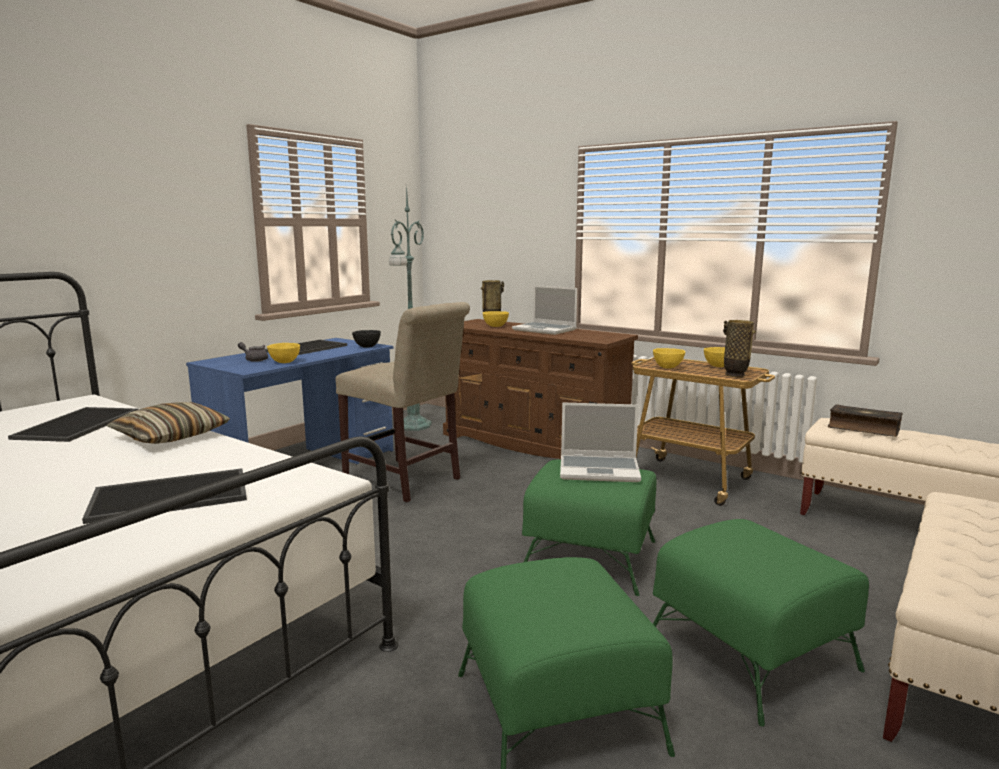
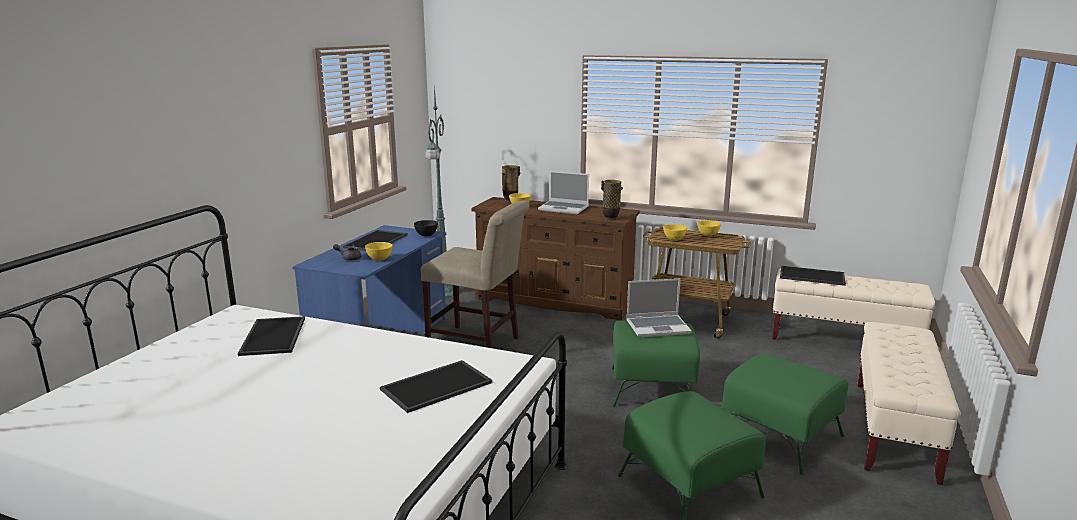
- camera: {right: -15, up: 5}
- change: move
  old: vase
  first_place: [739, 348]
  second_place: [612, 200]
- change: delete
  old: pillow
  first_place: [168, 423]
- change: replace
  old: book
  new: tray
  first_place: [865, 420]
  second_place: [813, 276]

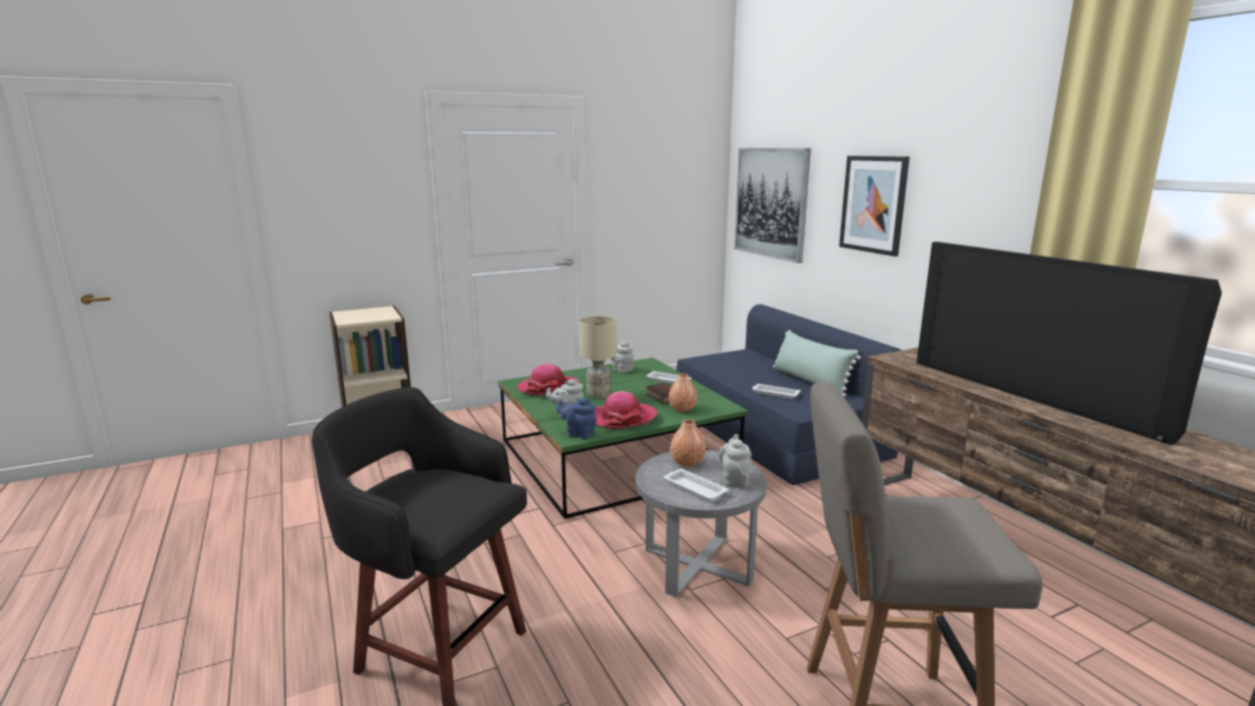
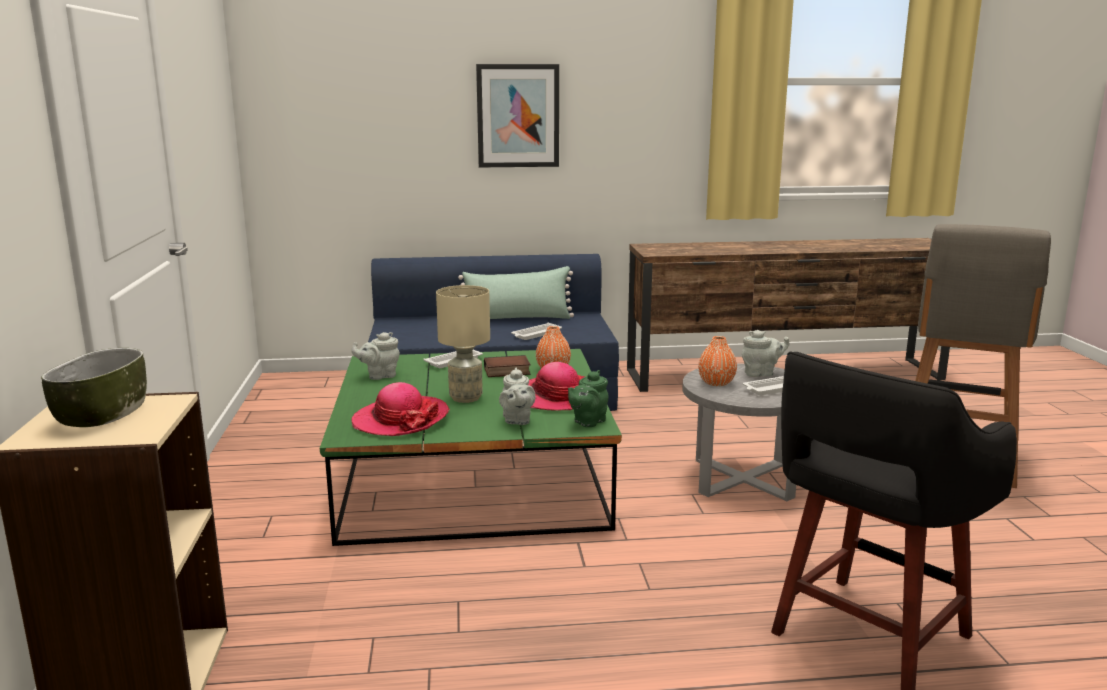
- camera: {right: -70, up: 0}
- change: delete
  old: picture
  first_place: [772, 205]
- change: delete
  old: television
  first_place: [1069, 343]
- change: recolor
  old: teapot/blue
  new: teapot/green
  first_place: [576, 418]
  second_place: [588, 398]
- change: rotate
  old: teapot/grey
  first_place: [735, 460]
  second_place: [765, 353]
  degrees: 150
- change: insert
  new: bowl
  second_place: [94, 387]

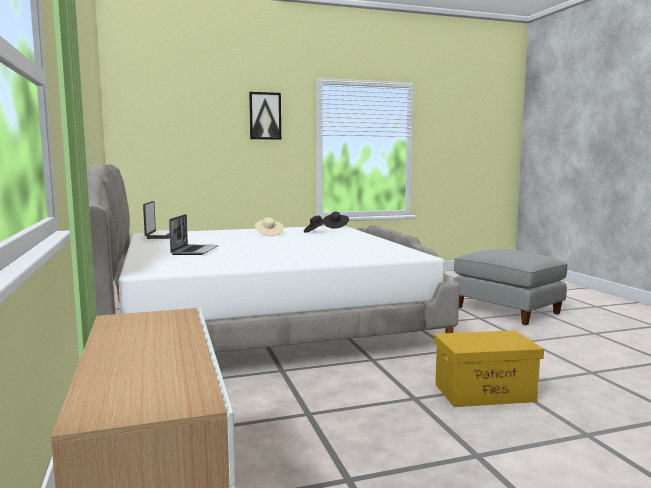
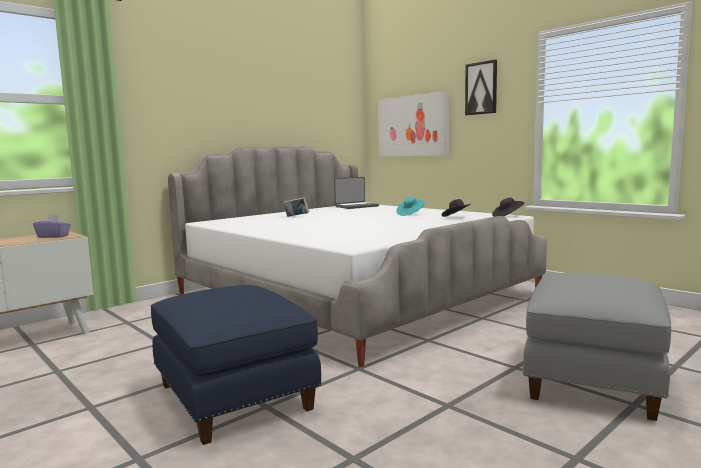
- camera: {right: 65, up: 0}
- change: replace
  old: laptop
  new: book
  first_place: [194, 234]
  second_place: [296, 207]
- change: recolor
  old: hat/beige
  new: hat/turquoise
  first_place: [269, 226]
  second_place: [410, 206]
- change: replace
  old: storage box/yellow
  new: ottoman/blue
  first_place: [489, 368]
  second_place: [236, 365]
- change: insert
  new: picture
  second_place: [413, 124]
- change: insert
  new: tissue box/purple
  second_place: [52, 226]

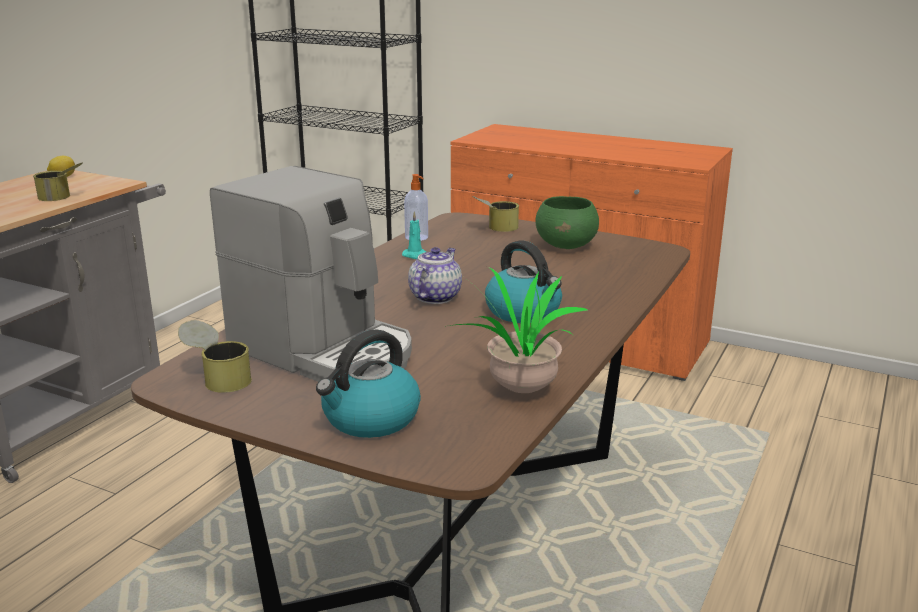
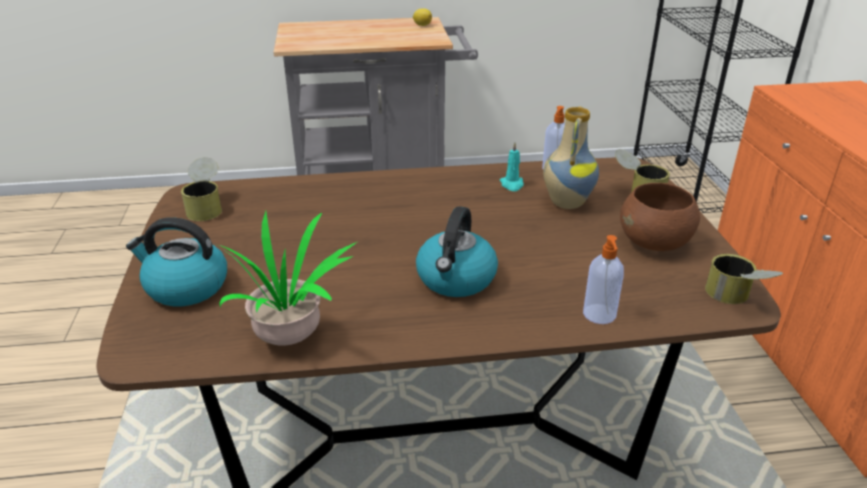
- camera: {right: 55, up: 10}
- change: move
  old: can
  first_place: [57, 182]
  second_place: [744, 279]
- change: delete
  old: coffee machine
  first_place: [311, 274]
- change: recolor
  old: bowl/green
  new: bowl/brown
  first_place: [567, 222]
  second_place: [660, 217]
- change: delete
  old: teapot
  first_place: [435, 275]
- change: insert
  new: vase
  second_place: [571, 157]
- change: insert
  new: soap dispenser
  second_place: [603, 279]

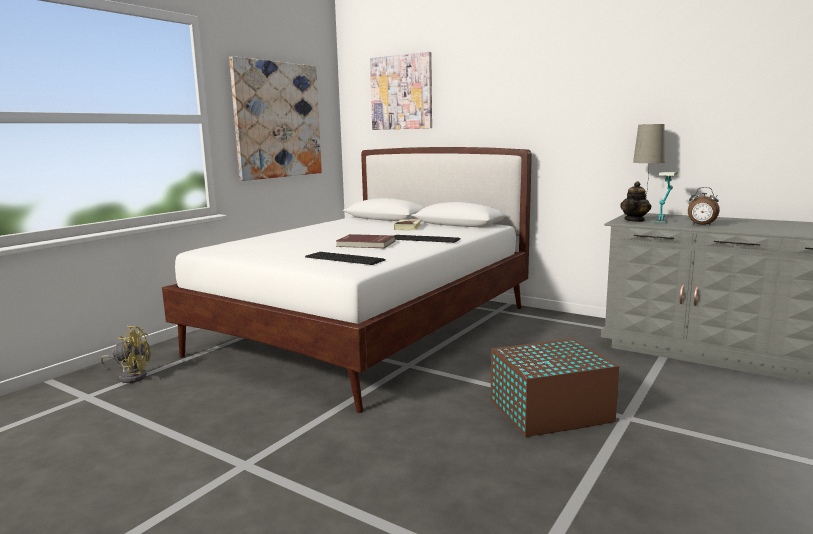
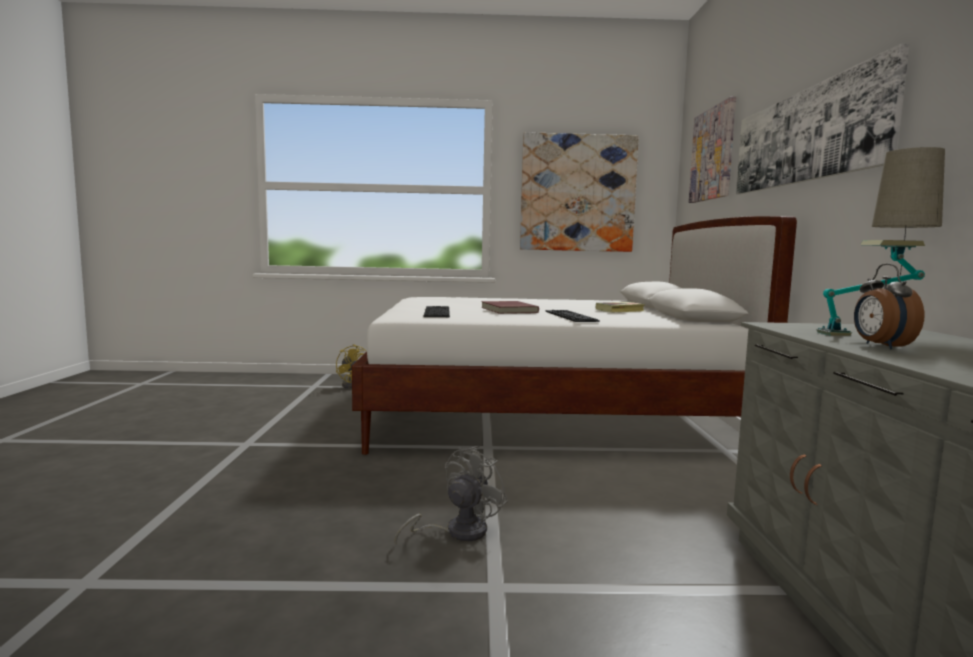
- camera: {right: 55, up: -5}
- change: delete
  old: teapot
  first_place: [635, 201]
- change: replace
  old: storage box/brown
  new: fan/grey
  first_place: [555, 387]
  second_place: [451, 495]
- change: insert
  new: picture
  second_place: [823, 119]

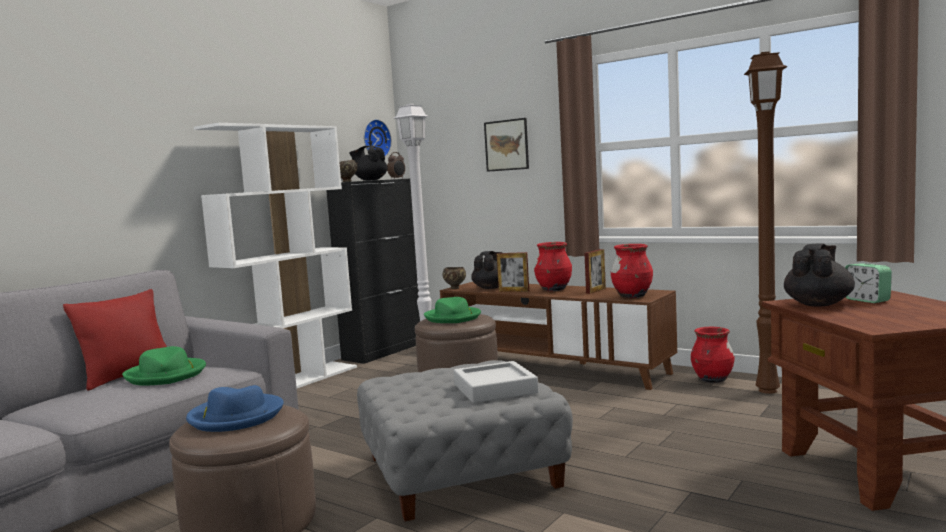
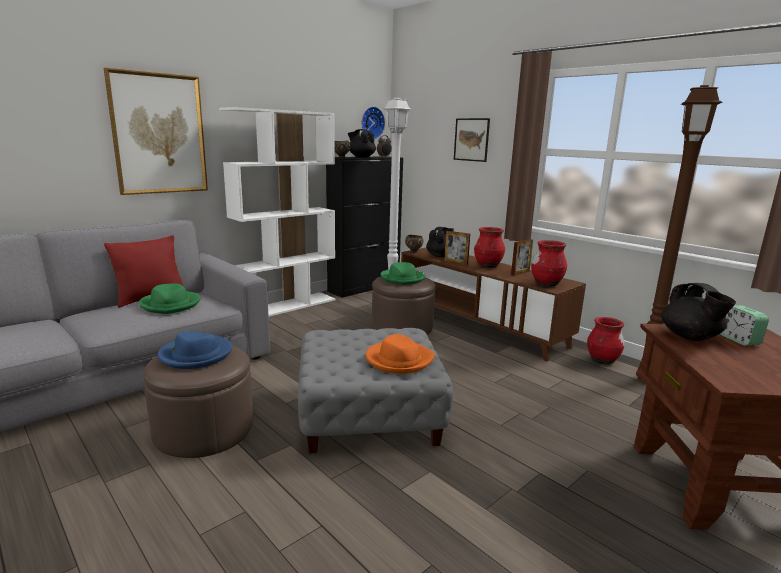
- camera: {right: 10, up: 10}
- change: rotate
  old: teapot/black
  first_place: [819, 275]
  second_place: [698, 312]
  degrees: 120
- change: replace
  old: tray/grey
  new: hat/orange
  first_place: [495, 382]
  second_place: [400, 354]
- change: insert
  new: picture
  second_place: [156, 131]

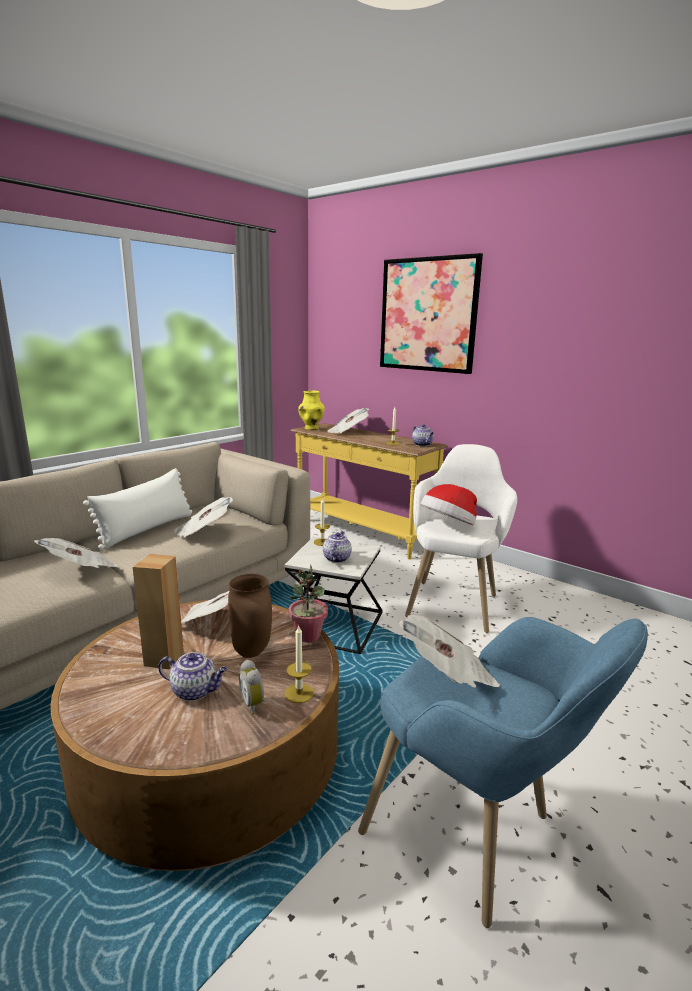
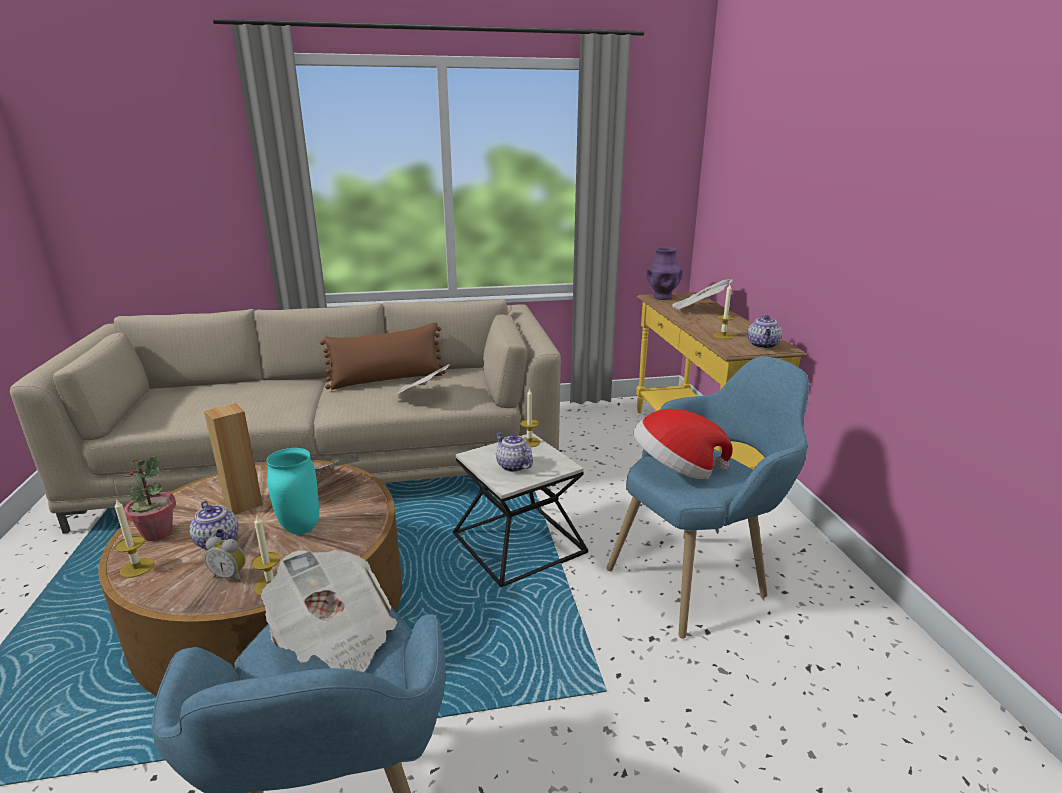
- camera: {right: 40, up: 5}
- change: delete
  old: picture
  first_place: [431, 313]
- change: recolor
  old: vase/yellow
  new: vase/purple
  first_place: [311, 410]
  second_place: [665, 273]
- change: recolor
  old: armchair/white
  new: armchair/blue
  first_place: [461, 538]
  second_place: [707, 497]
- change: recolor
  old: pillow/white
  new: pillow/brown
  first_place: [137, 508]
  second_place: [383, 356]
- change: rotate
  old: teapot
  first_place: [337, 547]
  second_place: [514, 452]
  degrees: -90
- change: delete
  old: newspaper
  first_place: [76, 553]
- change: move
  old: potted plant
  first_place: [308, 603]
  second_place: [150, 498]
- change: recolor
  old: vase/brown
  new: vase/turquoise
  first_place: [250, 616]
  second_place: [293, 491]
- change: rotate
  old: alarm clock
  first_place: [251, 687]
  second_place: [225, 559]
  degrees: -90
- change: insert
  new: candle
  second_place: [134, 538]

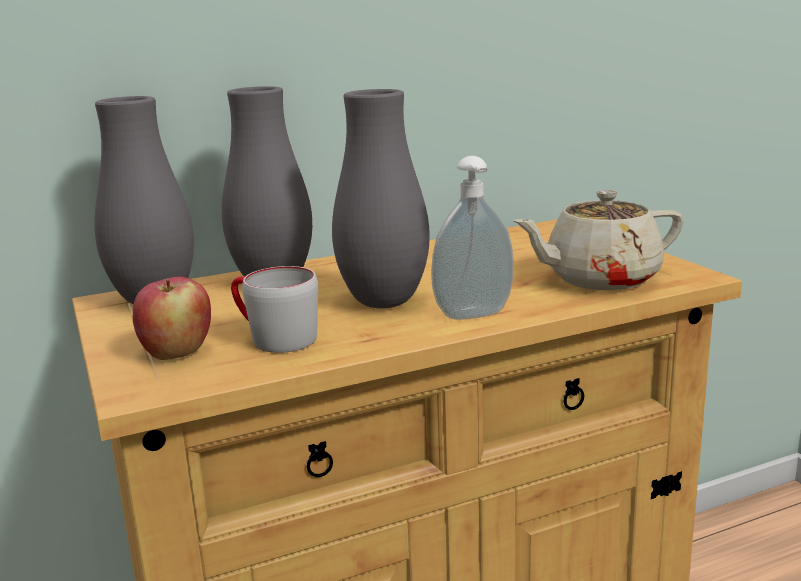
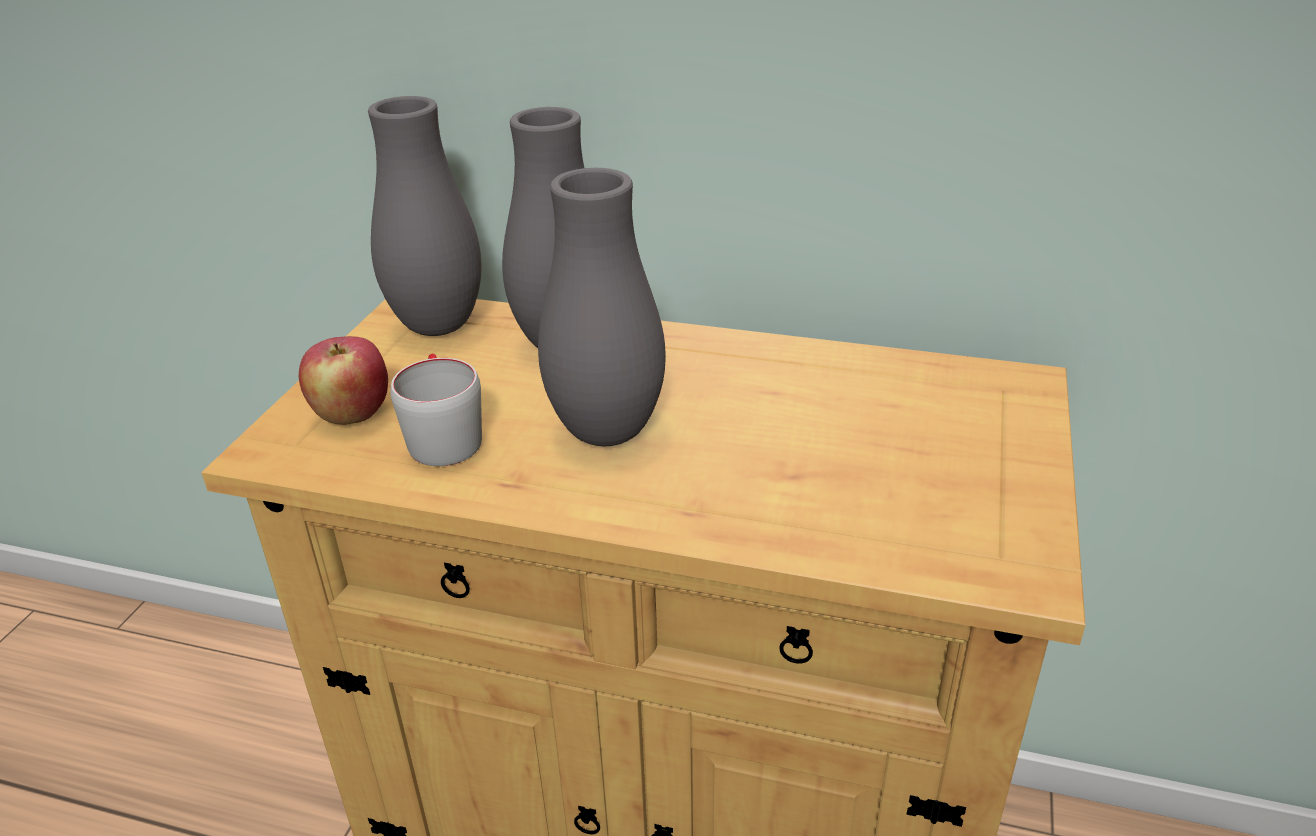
- camera: {right: 40, up: 15}
- change: delete
  old: soap dispenser
  first_place: [472, 238]
- change: delete
  old: teapot/beige
  first_place: [598, 240]

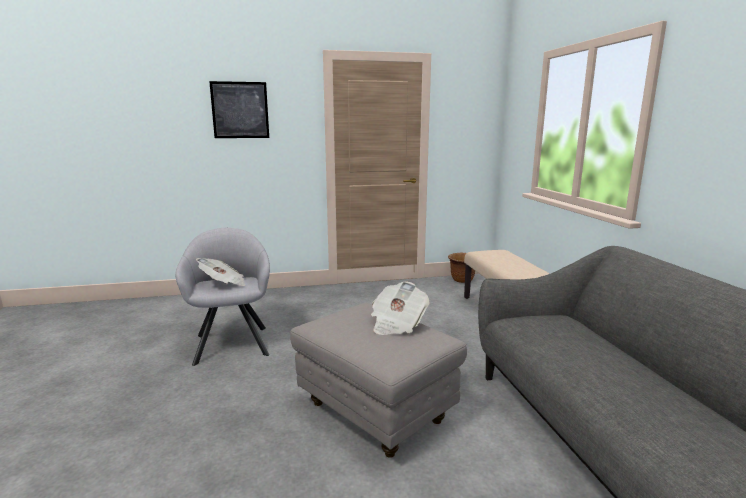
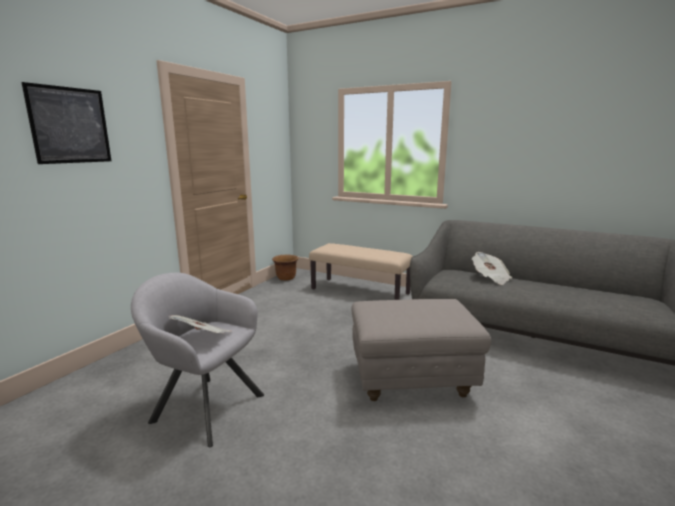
- camera: {right: -50, up: 0}
- change: move
  old: newspaper
  first_place: [400, 308]
  second_place: [492, 268]

